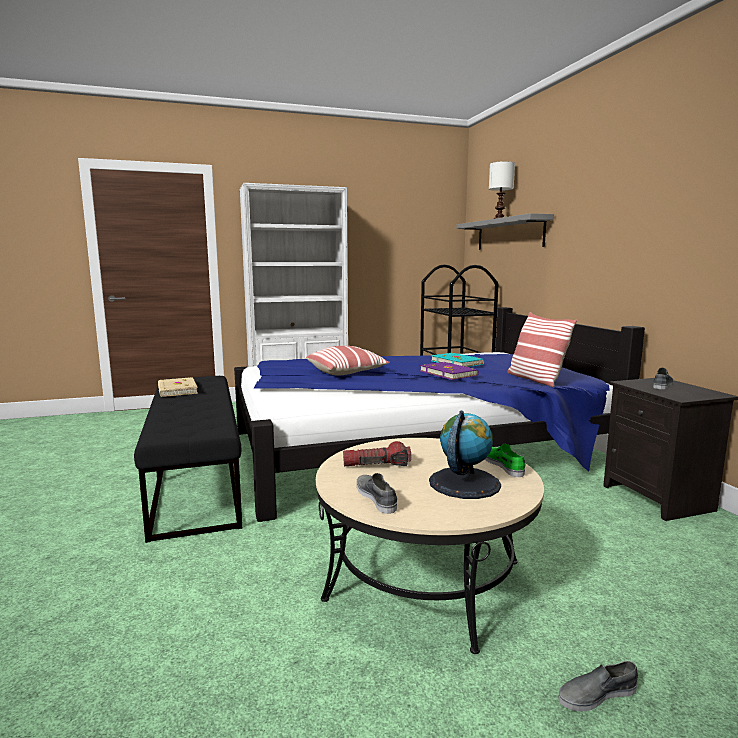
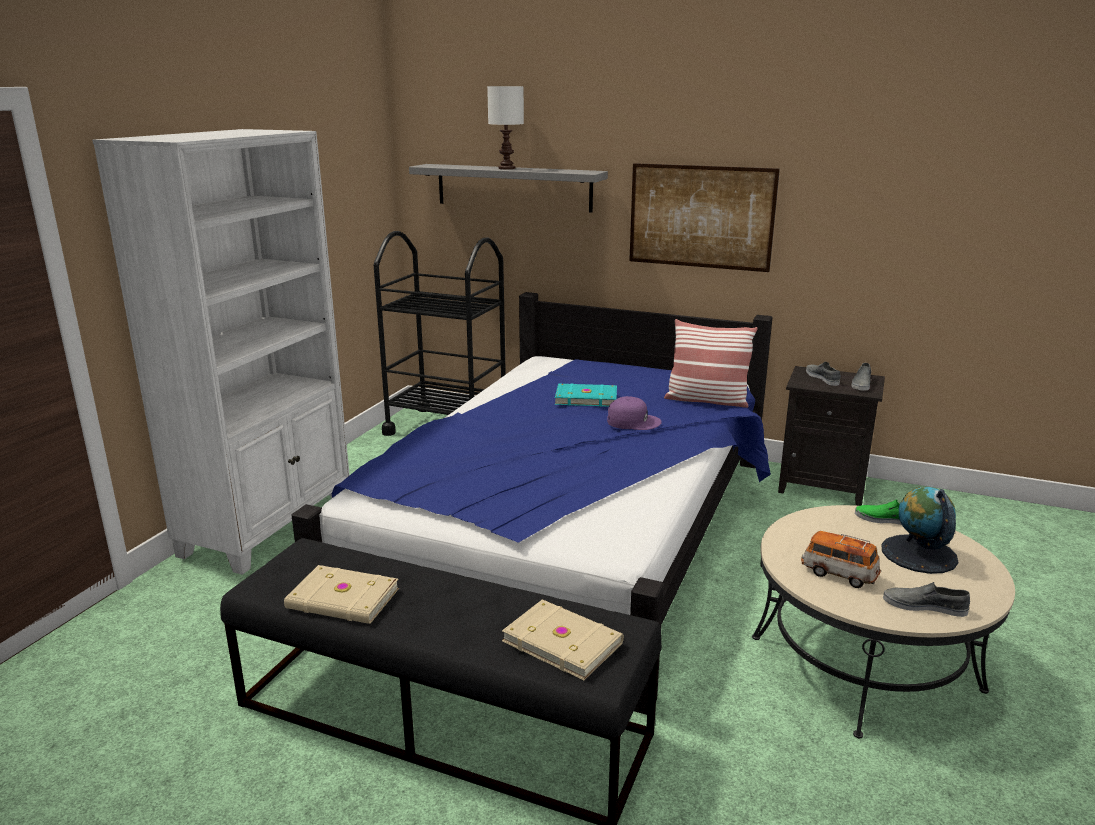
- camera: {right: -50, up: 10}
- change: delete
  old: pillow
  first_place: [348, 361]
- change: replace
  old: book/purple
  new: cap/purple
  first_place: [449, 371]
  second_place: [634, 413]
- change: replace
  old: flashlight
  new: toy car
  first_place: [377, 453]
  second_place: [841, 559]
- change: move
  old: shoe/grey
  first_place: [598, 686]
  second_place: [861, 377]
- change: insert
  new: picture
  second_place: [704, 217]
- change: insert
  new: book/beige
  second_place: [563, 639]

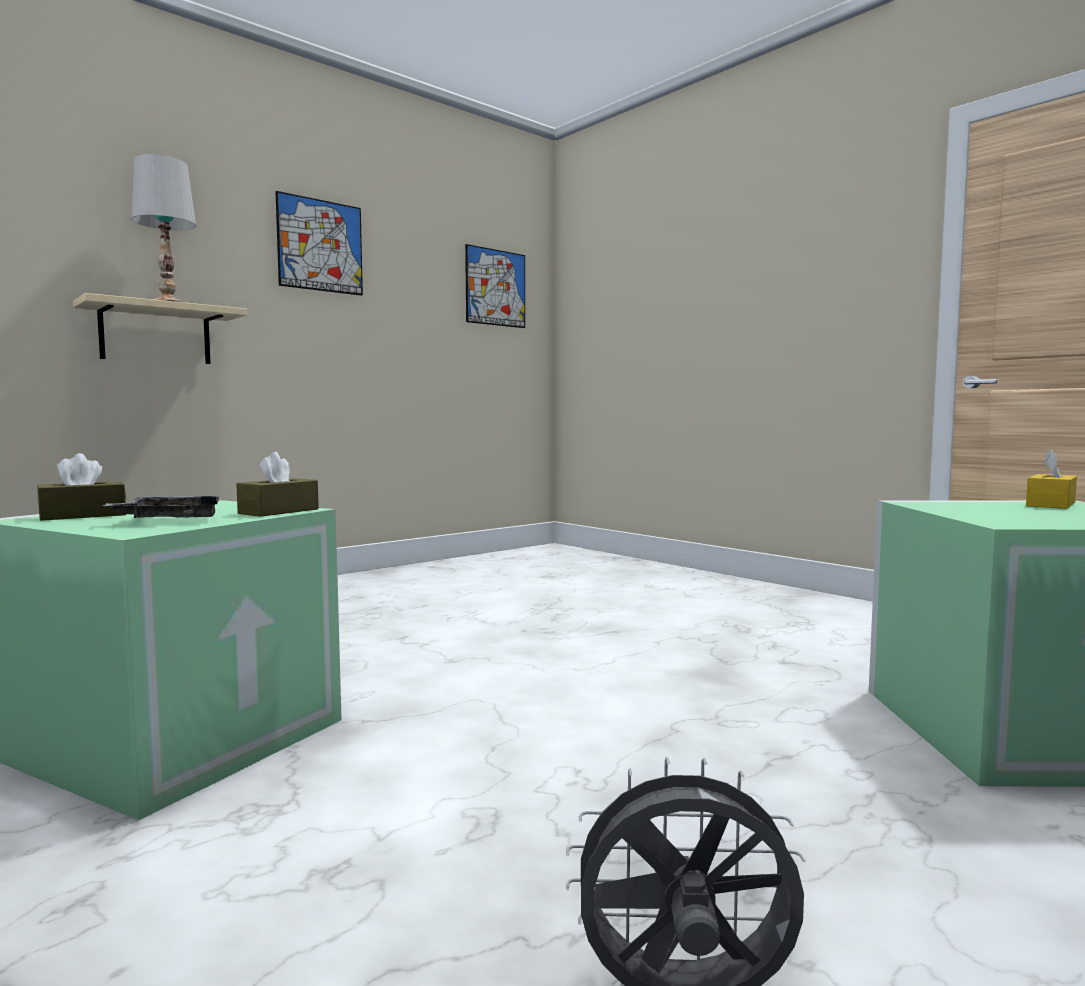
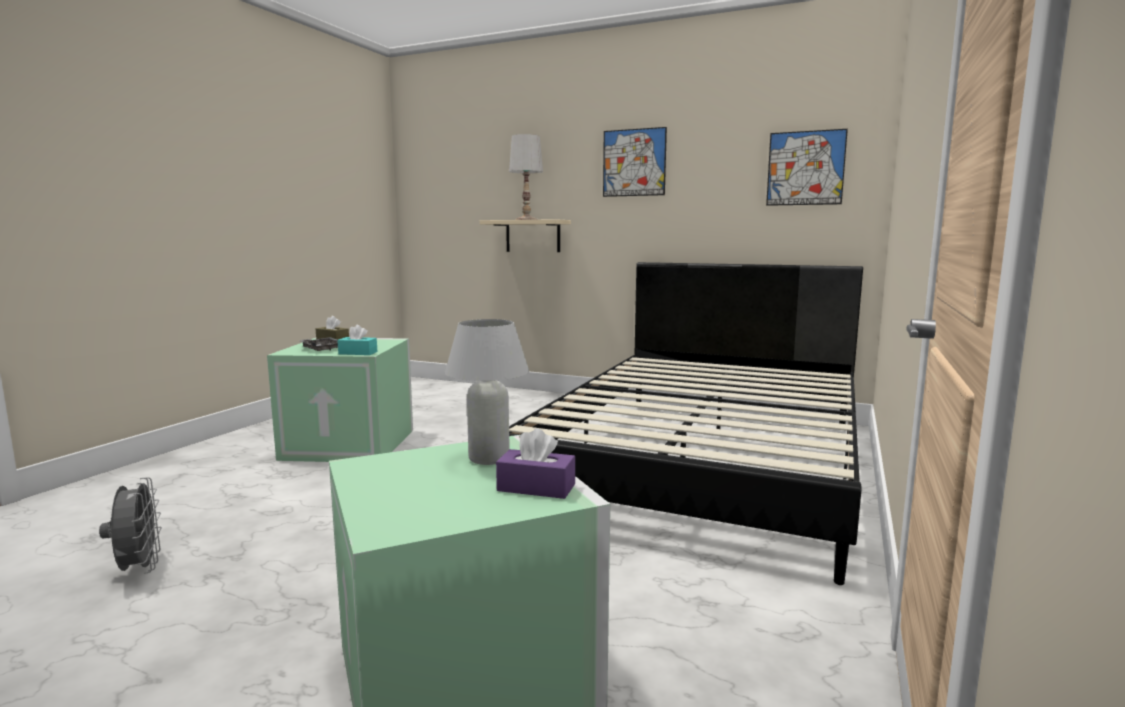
- camera: {right: 65, up: 5}
- change: recolor
  old: tissue box/yellow
  new: tissue box/purple
  first_place: [1051, 479]
  second_place: [535, 463]
- change: recolor
  old: tissue box/brown
  new: tissue box/turquoise
  first_place: [277, 484]
  second_place: [357, 340]
- change: insert
  new: bed/black
  second_place: [686, 423]
- change: insert
  new: table lamp/white
  second_place: [487, 392]

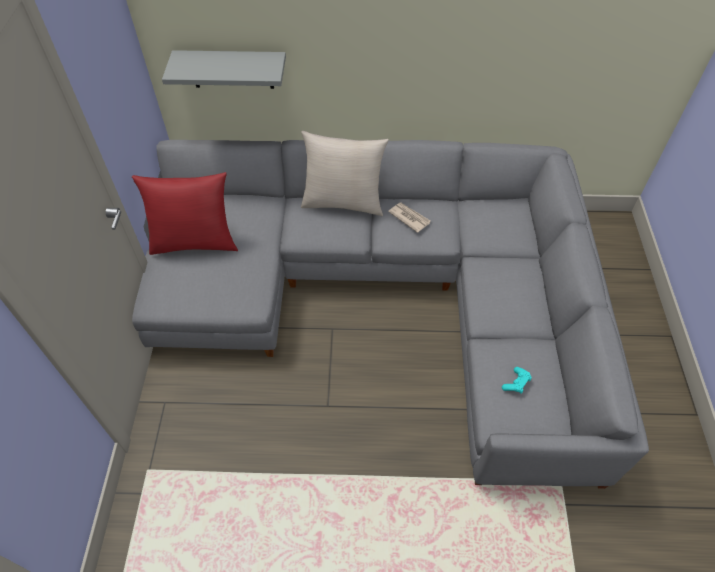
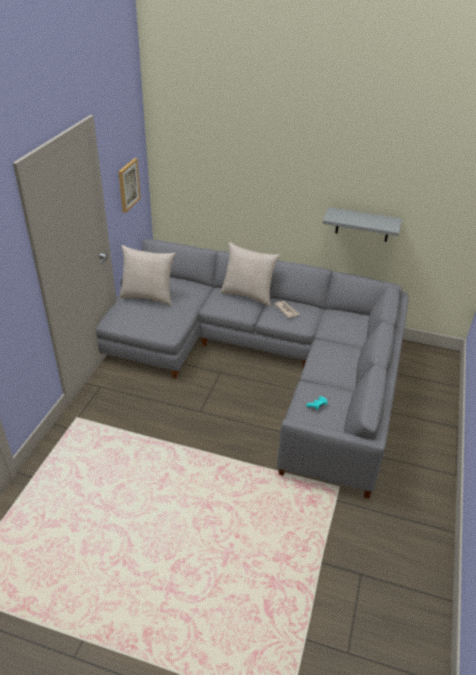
- camera: {right: 15, up: -15}
- change: move
  old: shelf/grey
  first_place: [224, 69]
  second_place: [362, 224]
- change: recolor
  old: pillow/red
  new: pillow/beige
  first_place: [185, 213]
  second_place: [147, 275]
- change: insert
  new: picture
  second_place: [129, 185]

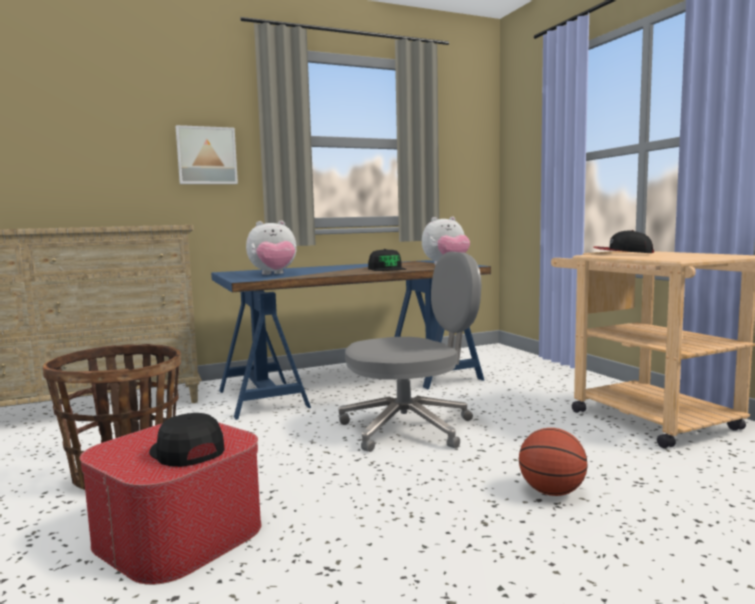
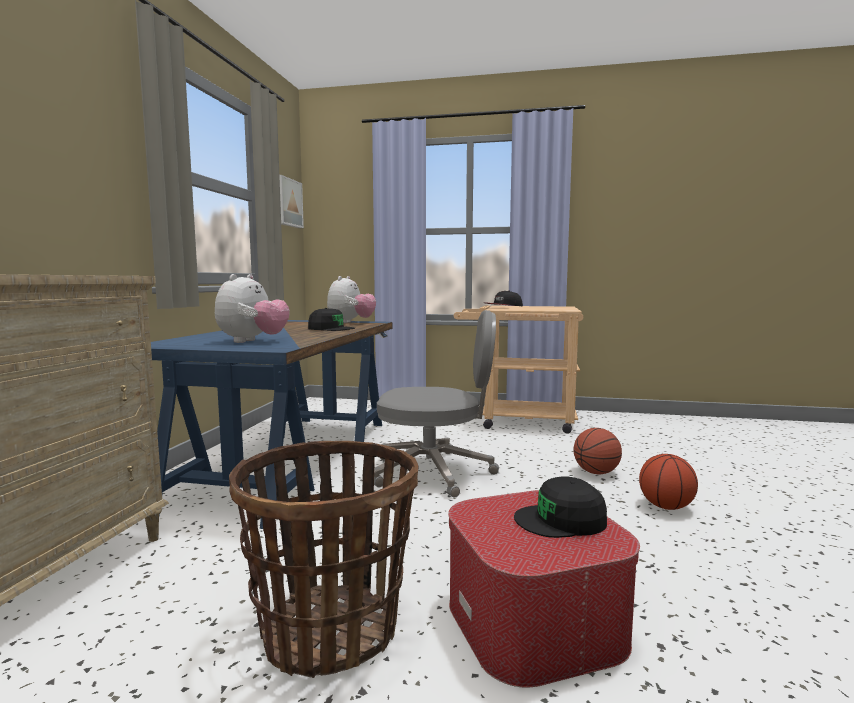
- camera: {right: -55, up: 0}
- change: move
  old: picture
  first_place: [207, 154]
  second_place: [291, 201]
- change: rotate
  old: office chair/grey
  first_place: [410, 352]
  second_place: [436, 404]
  degrees: 75
- change: insert
  new: basketball
  second_place: [668, 482]

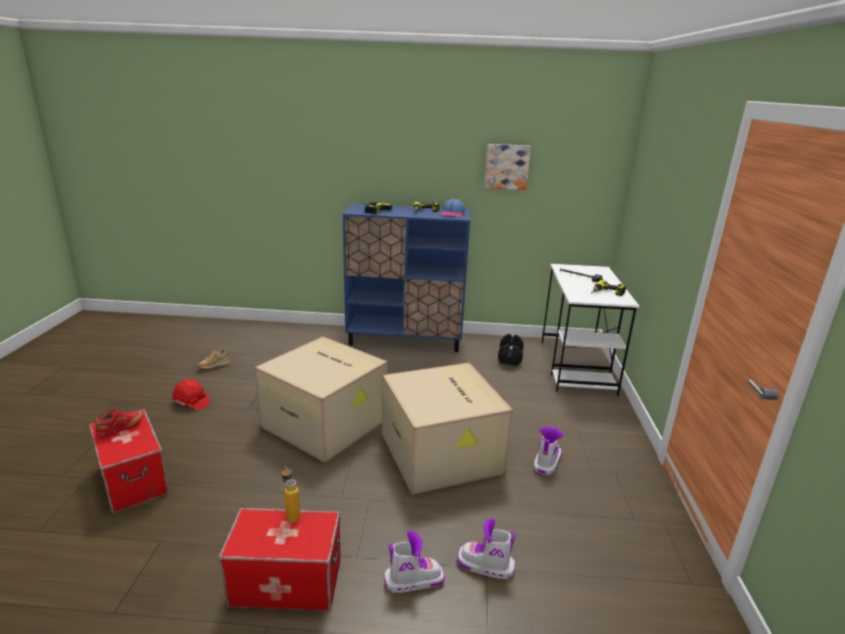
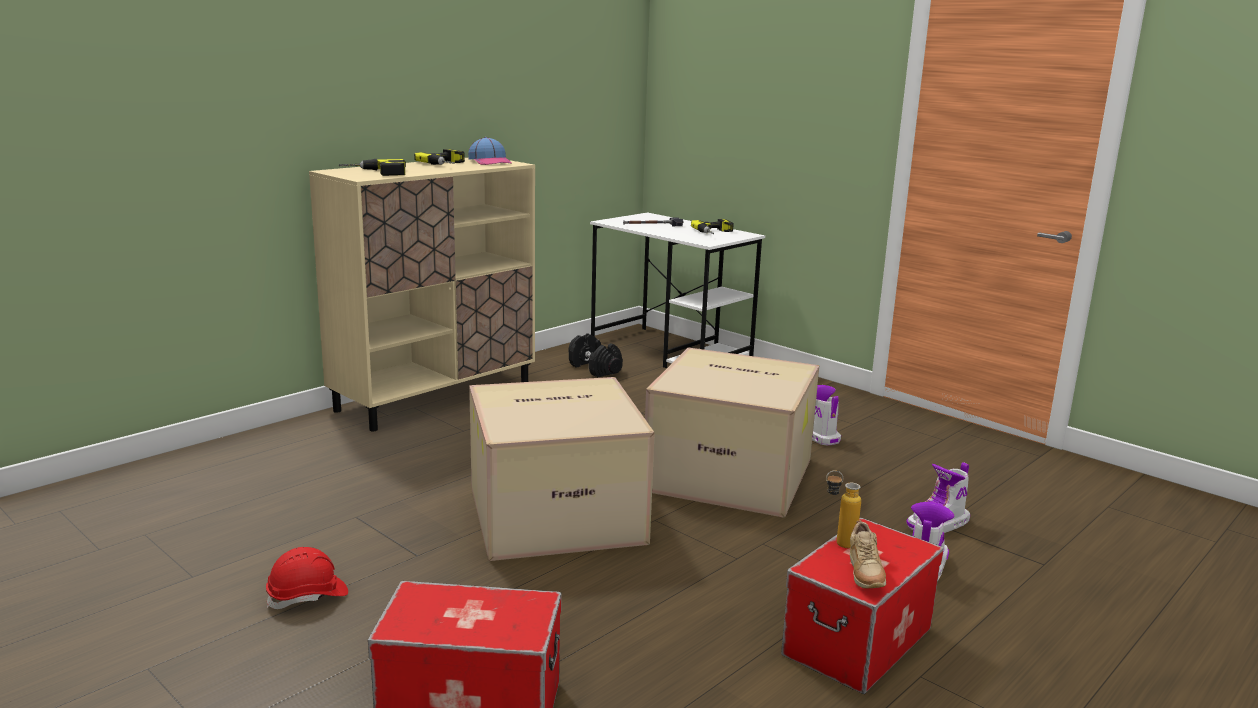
- camera: {right: -50, up: -5}
- change: delete
  old: picture
  first_place: [507, 167]
- change: recolor
  old: cabinet/blue
  new: cabinet/beige
  first_place: [406, 278]
  second_place: [422, 295]
- change: move
  old: shoe/beige
  first_place: [213, 359]
  second_place: [868, 554]
- change: delete
  old: shoe/red
  first_place: [119, 424]

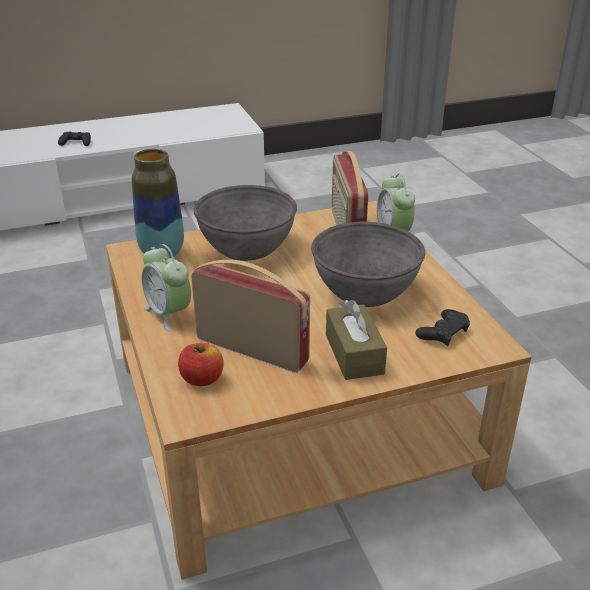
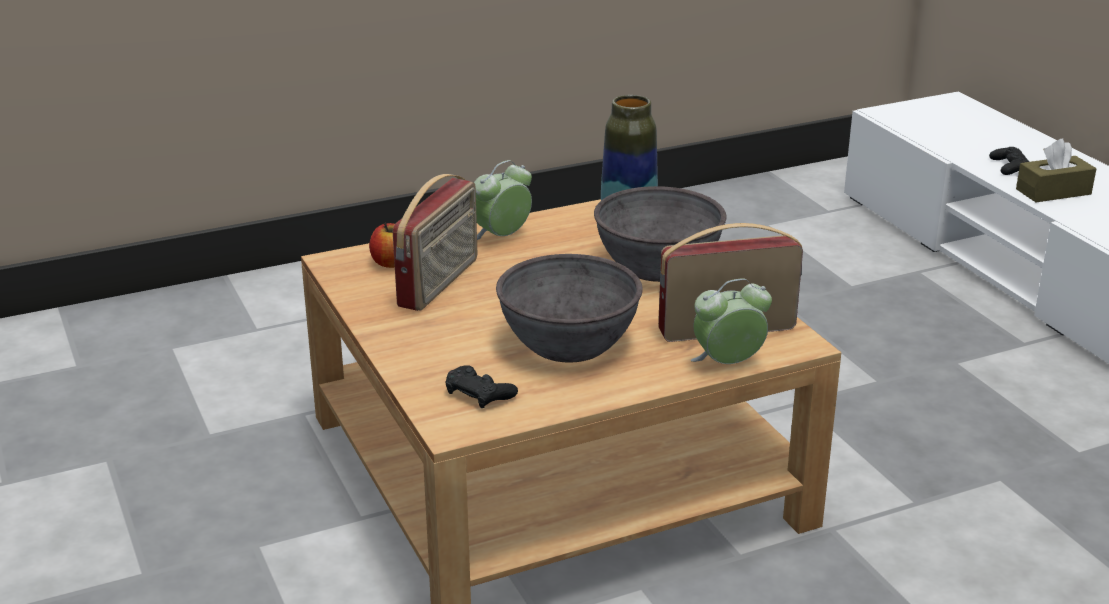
- camera: {right: 85, up: -5}
- change: move
  old: tissue box/brown
  first_place: [356, 340]
  second_place: [1056, 170]

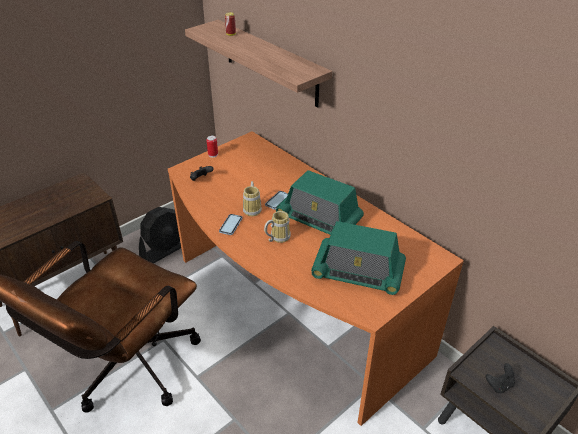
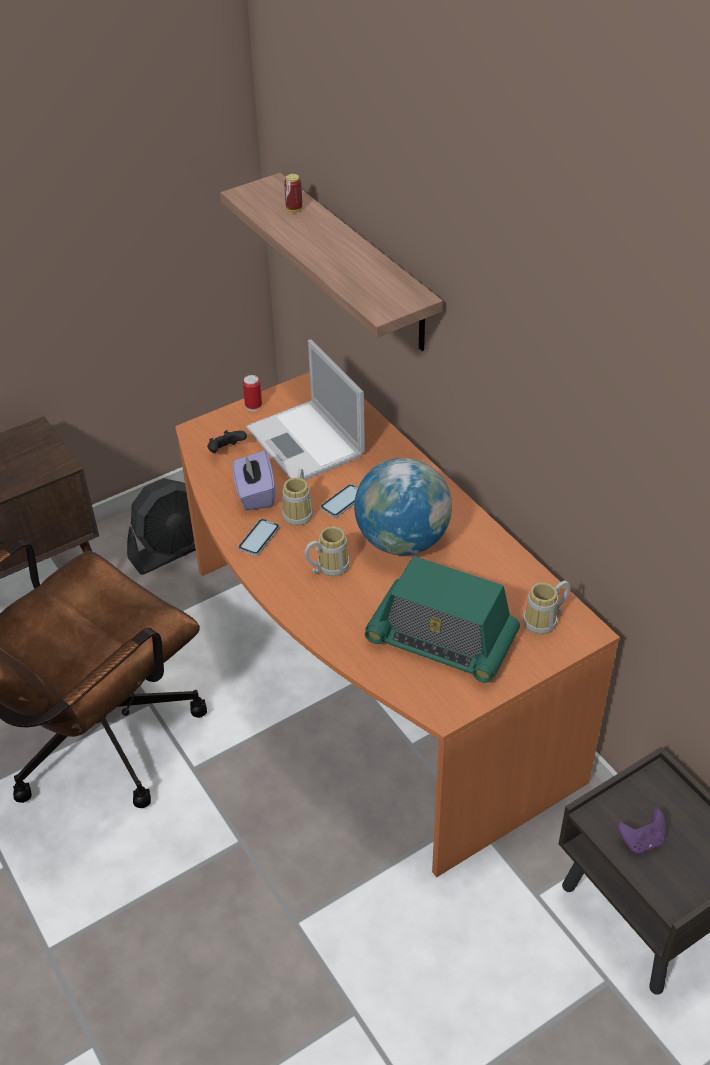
- camera: {right: 10, up: 5}
- change: replace
  old: radio
  new: globe
  first_place: [320, 202]
  second_place: [403, 506]
- change: recolor
  old: game controller/black
  new: game controller/purple
  first_place: [500, 378]
  second_place: [641, 831]
- change: insert
  new: laptop
  second_place: [305, 410]
- change: insert
  new: tissue box/purple
  second_place: [253, 480]
- change: insert
  new: mug
  second_place: [547, 608]

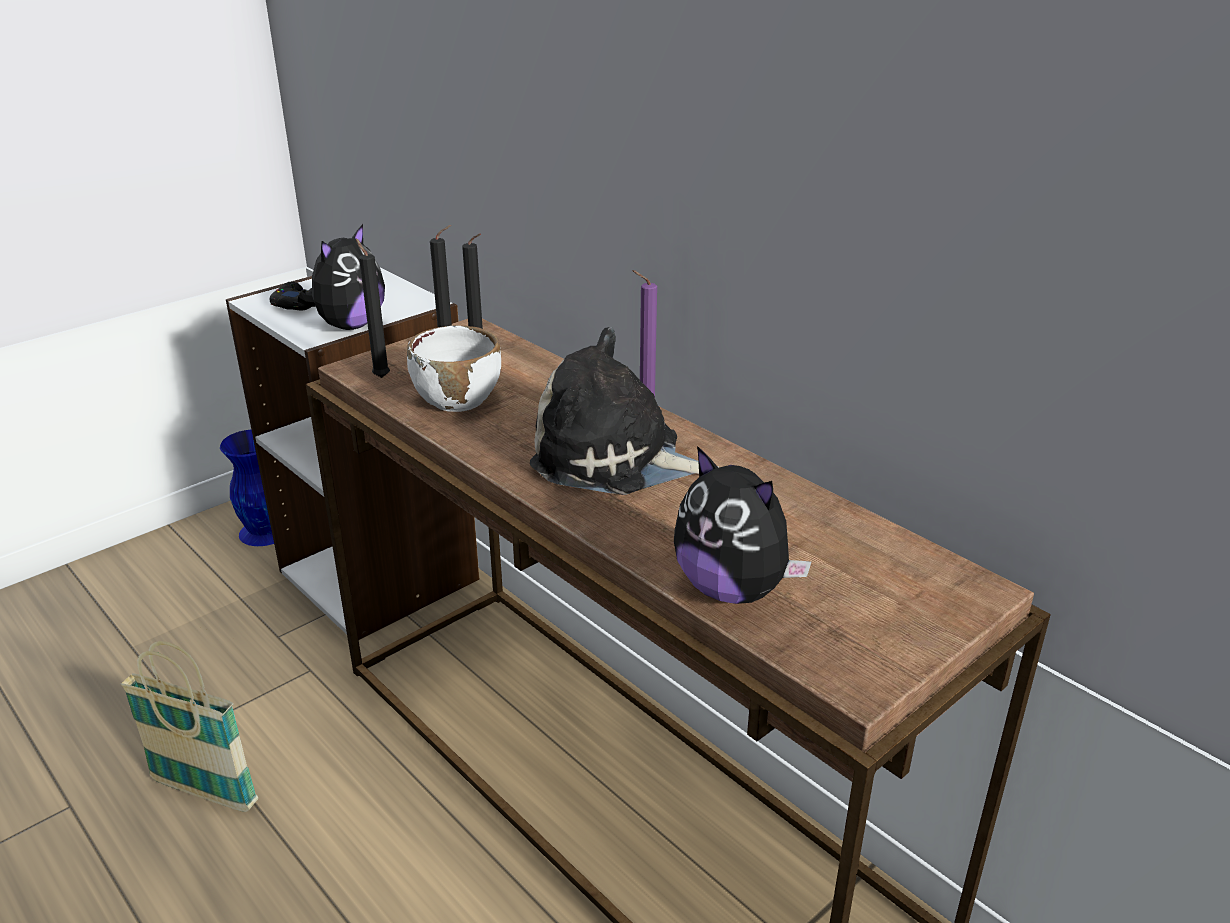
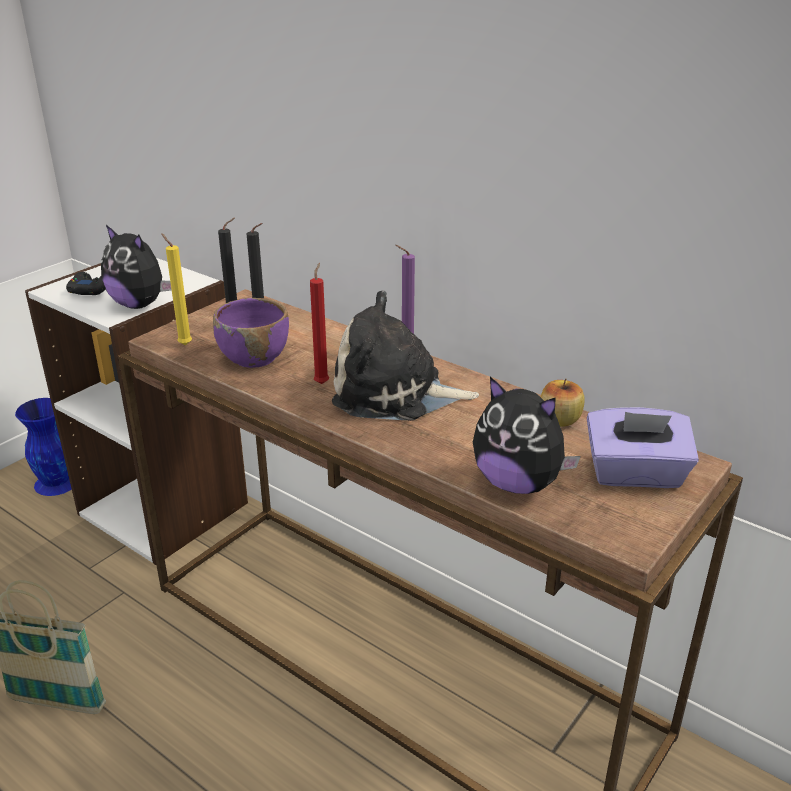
- camera: {right: -10, up: 0}
- change: rotate
  old: plush toy
  first_place: [341, 277]
  second_place: [136, 267]
  degrees: 105
- change: recolor
  old: candle/black
  new: candle/yellow
  first_place: [373, 308]
  second_place: [176, 289]
- change: recolor
  old: bowl/white
  new: bowl/purple
  first_place: [454, 369]
  second_place: [251, 333]
- change: insert
  new: candle/red
  second_place: [319, 323]
- change: insert
  new: apple
  second_place: [563, 402]
- change: insert
  new: tissue box/purple
  second_place: [643, 447]

